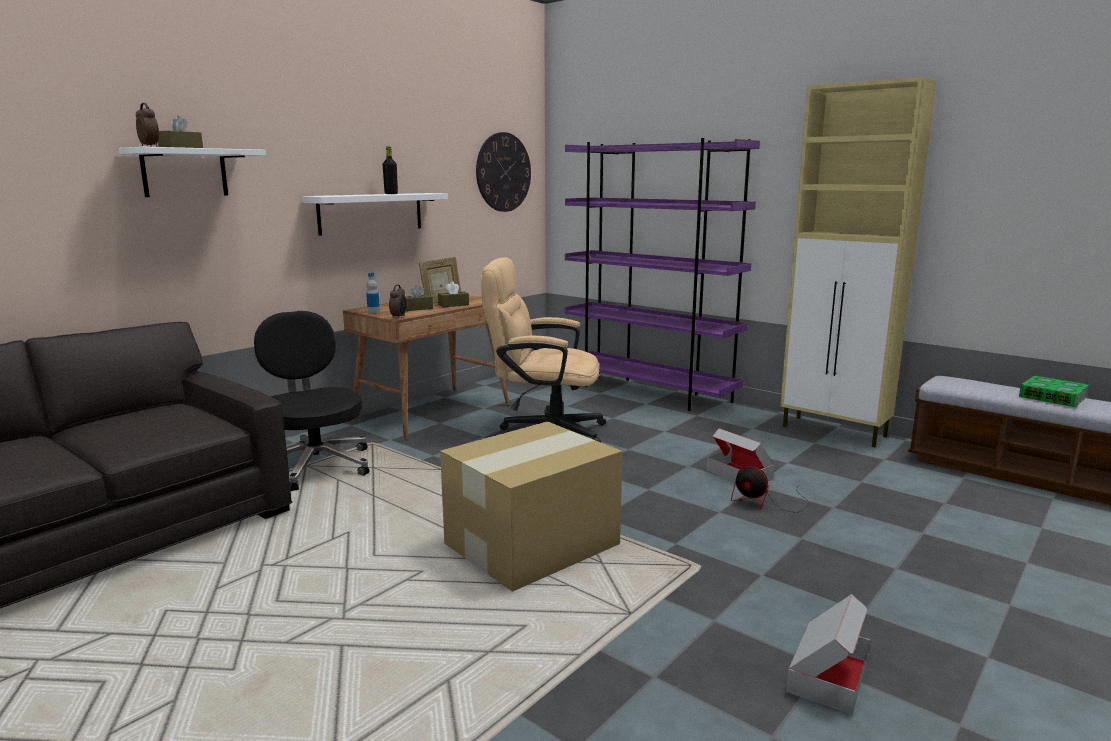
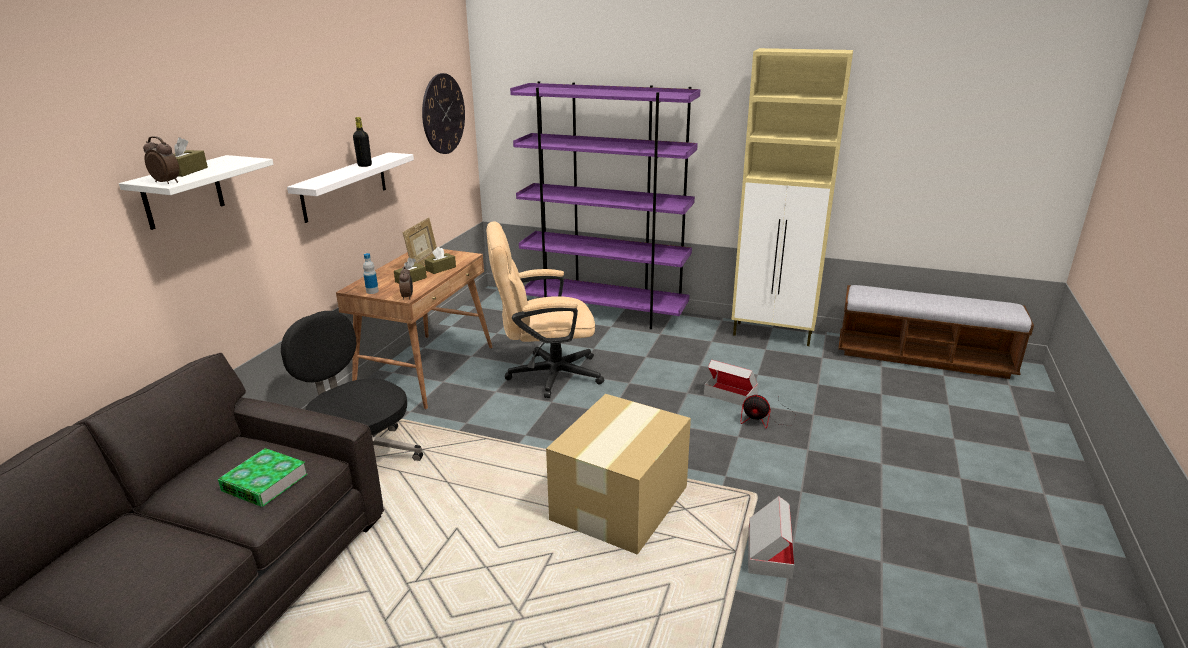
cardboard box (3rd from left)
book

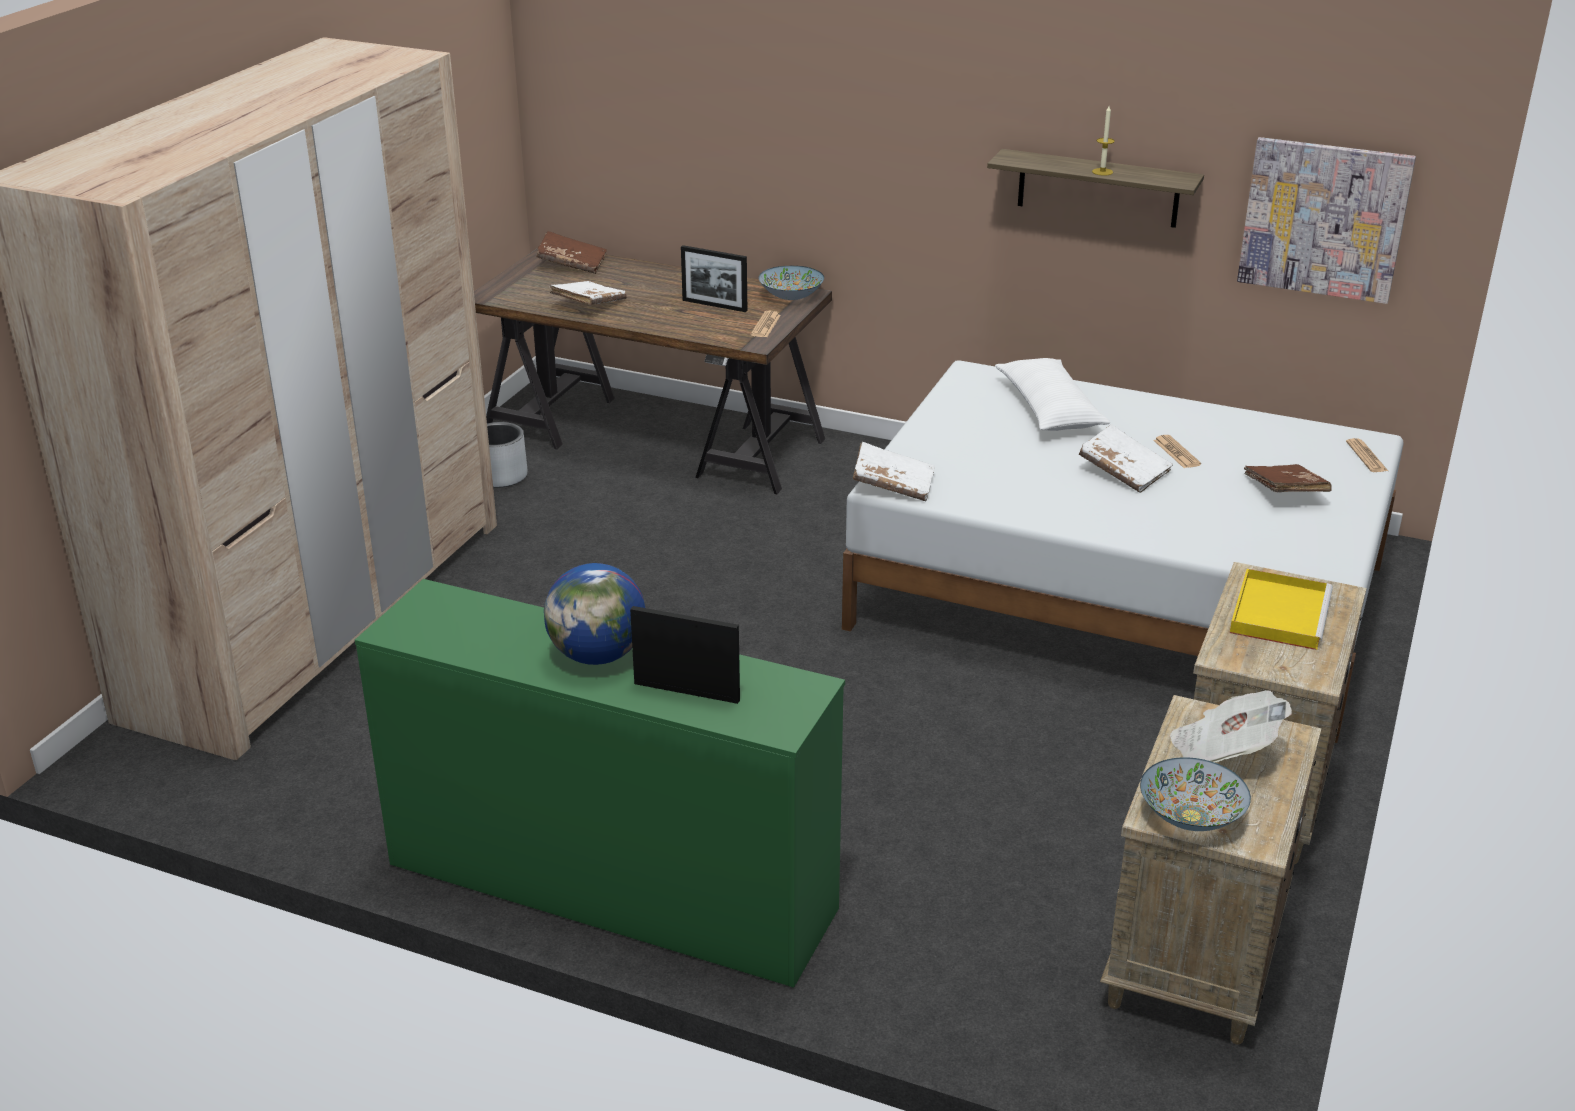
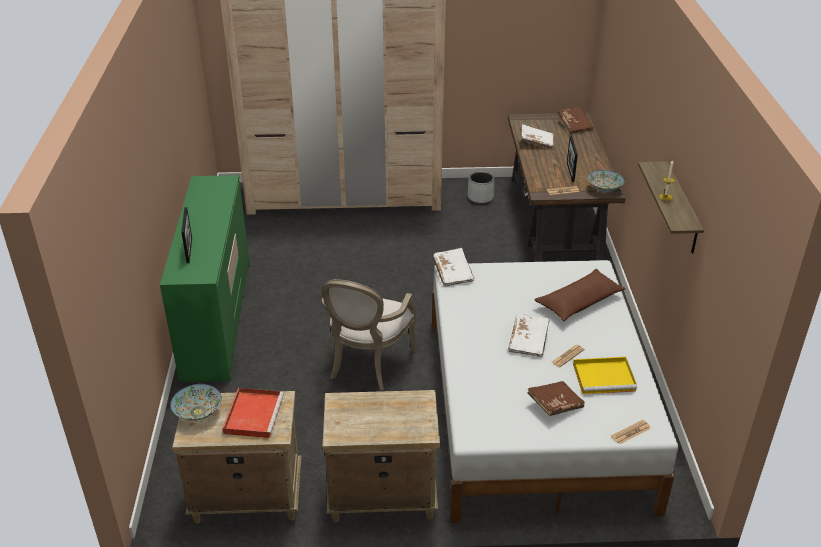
globe
brown pillow
red tray
yellow tray
picture
armchair

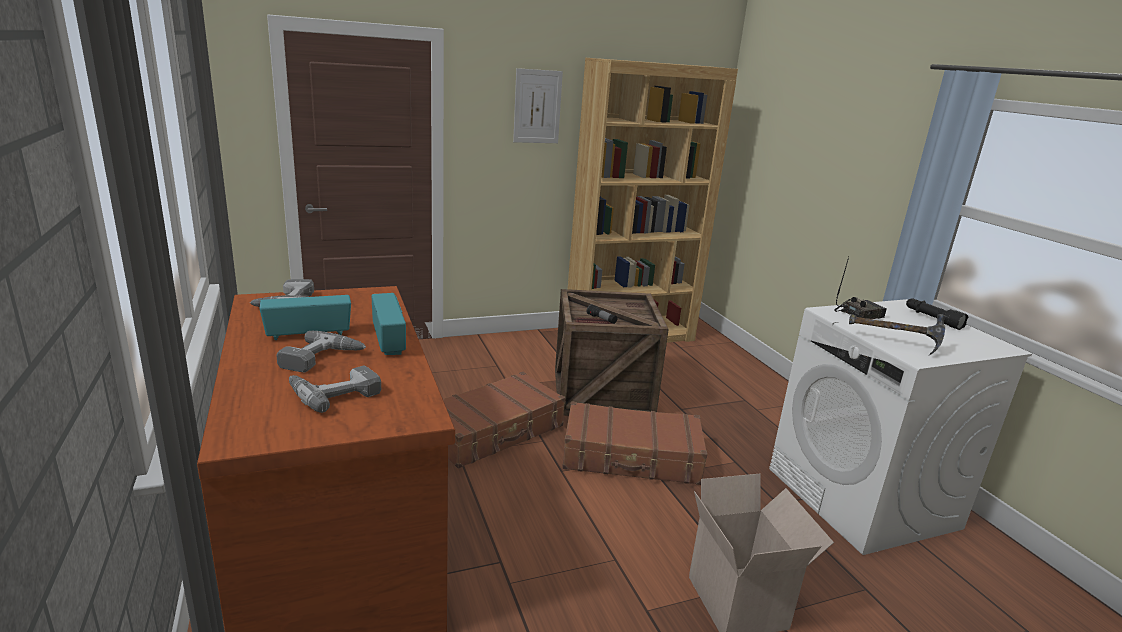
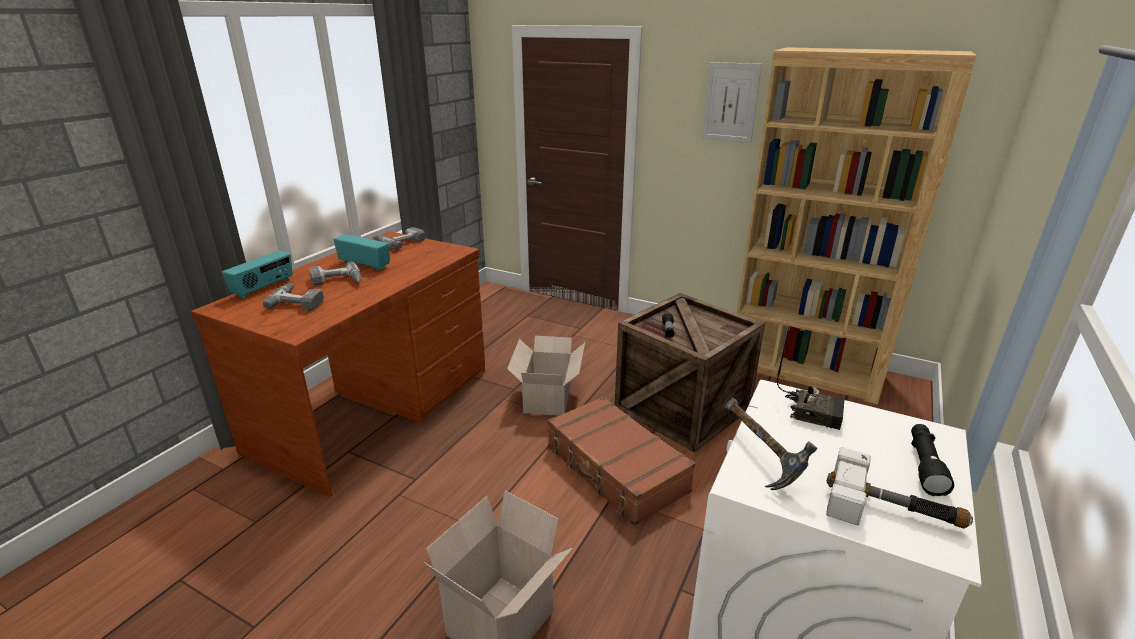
radio (1st from left)
cardboard box (2nd from left)
hammer (2nd from left)

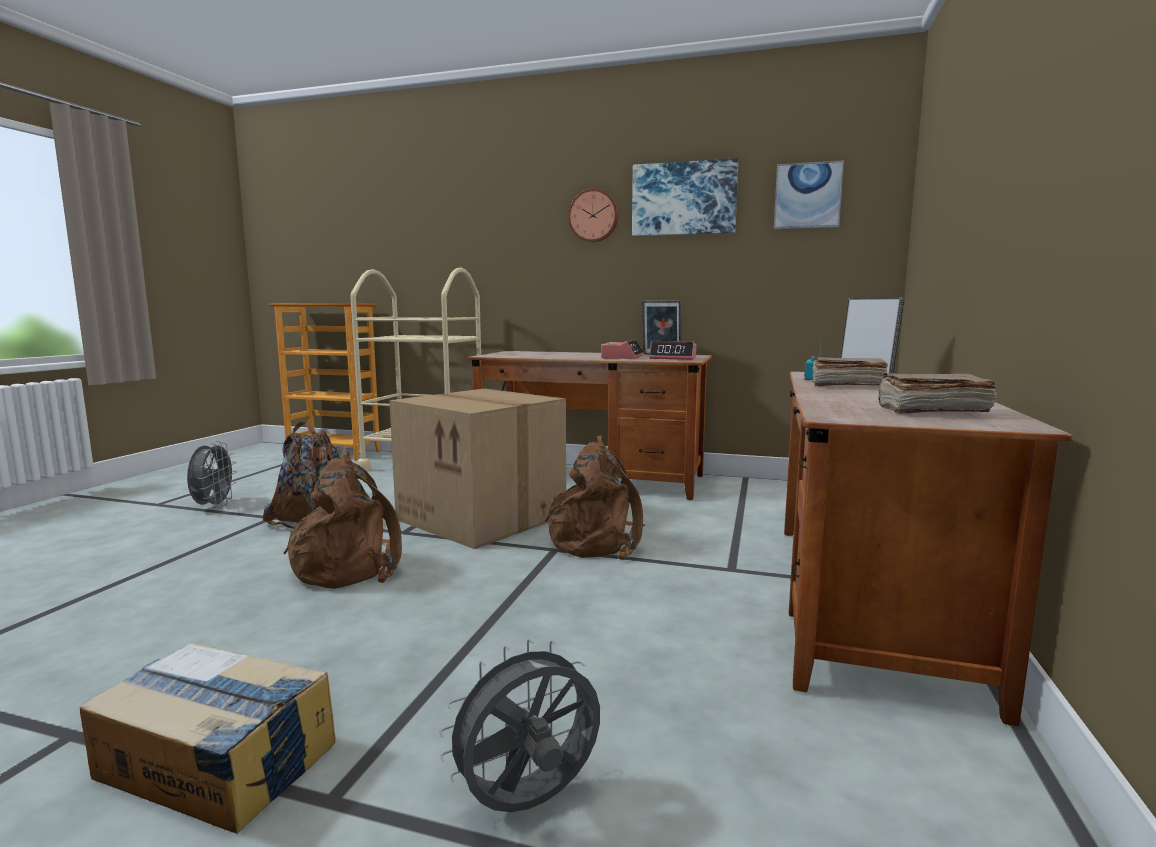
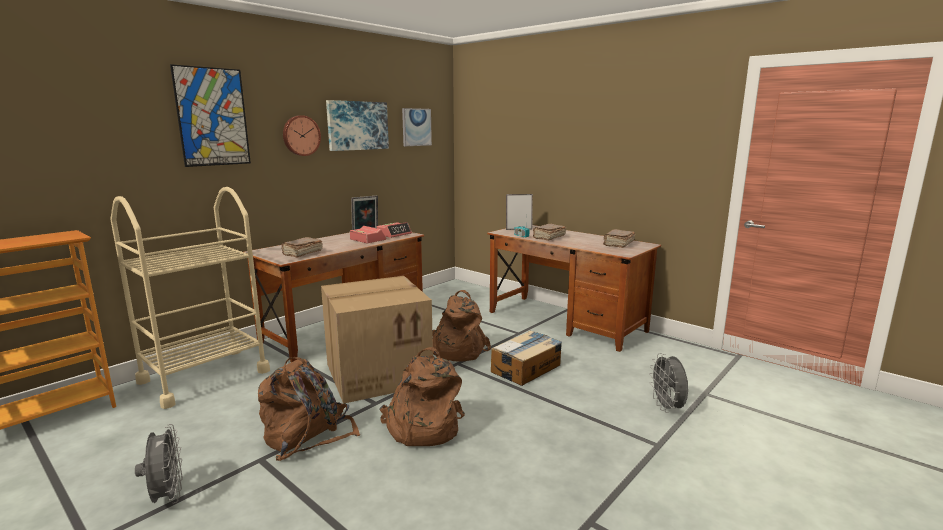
cardboard box (2nd from left)
grey fan (1st from left)
picture (1st from left)
brown book (1st from left)

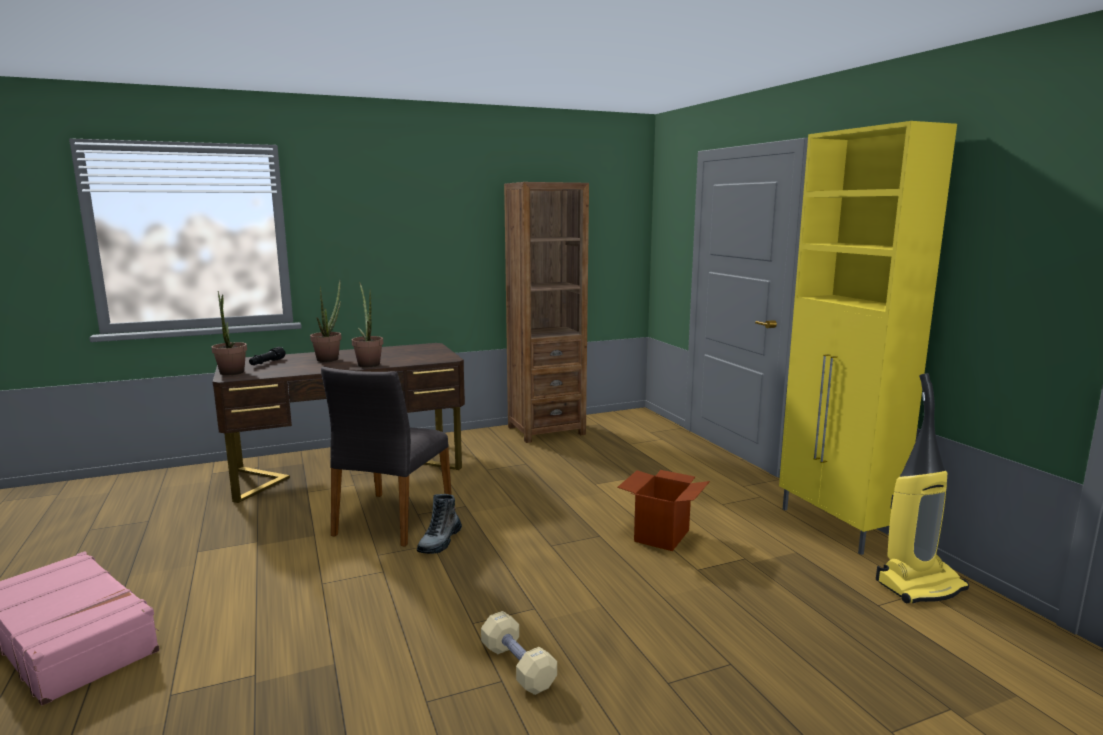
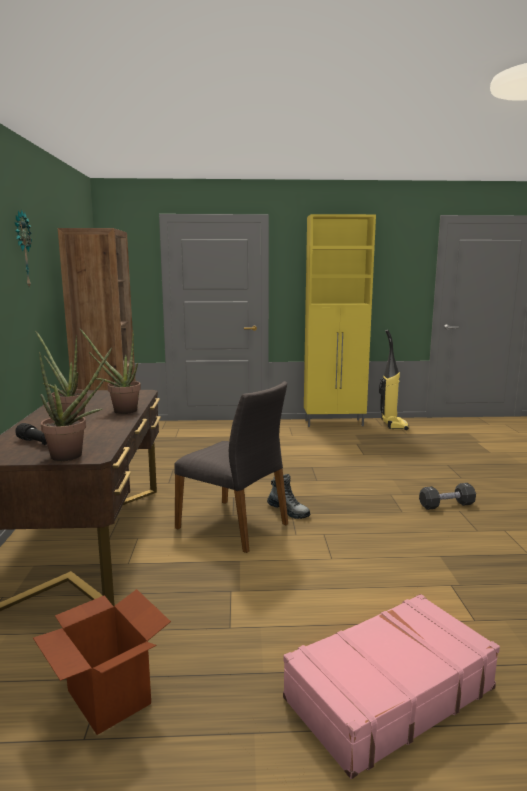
black dumbbell
cardboard box
wall clock

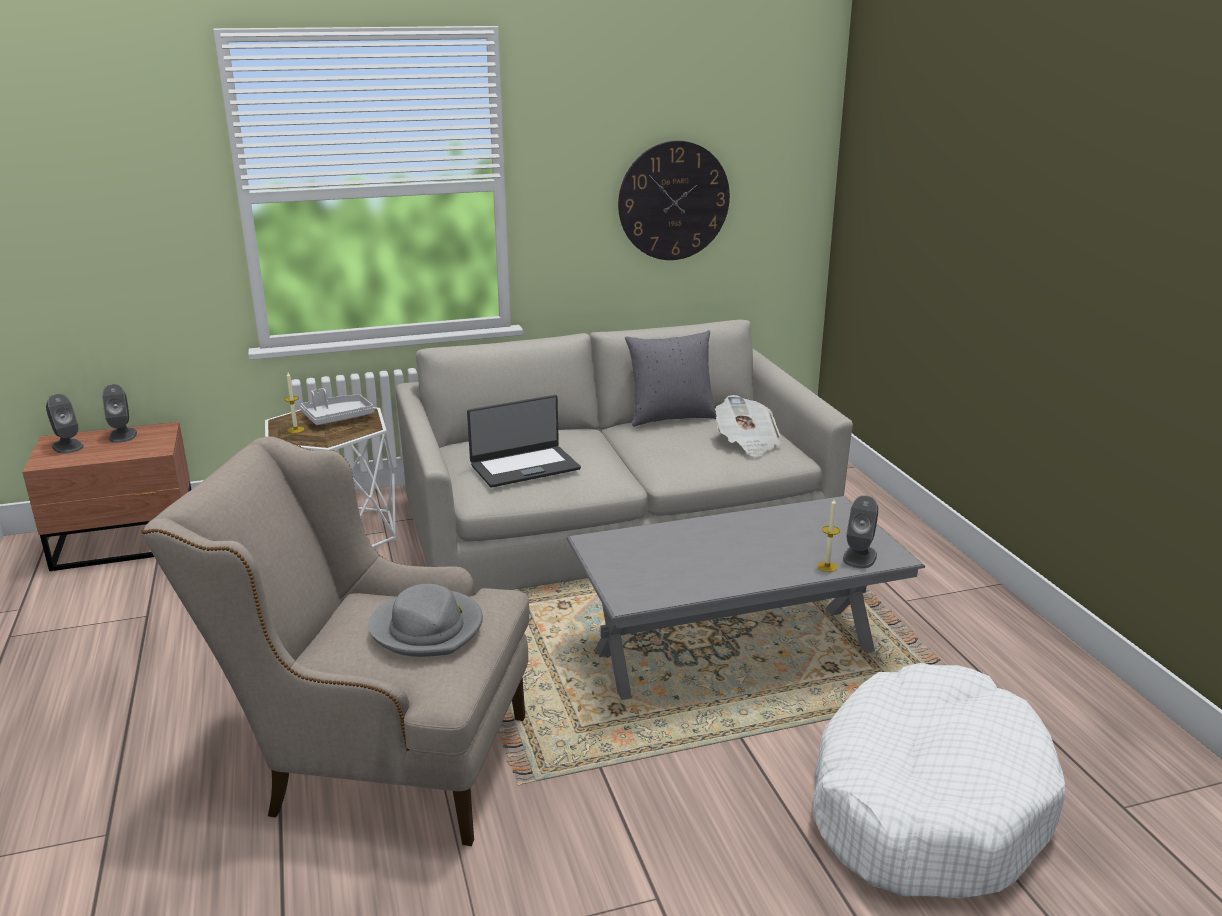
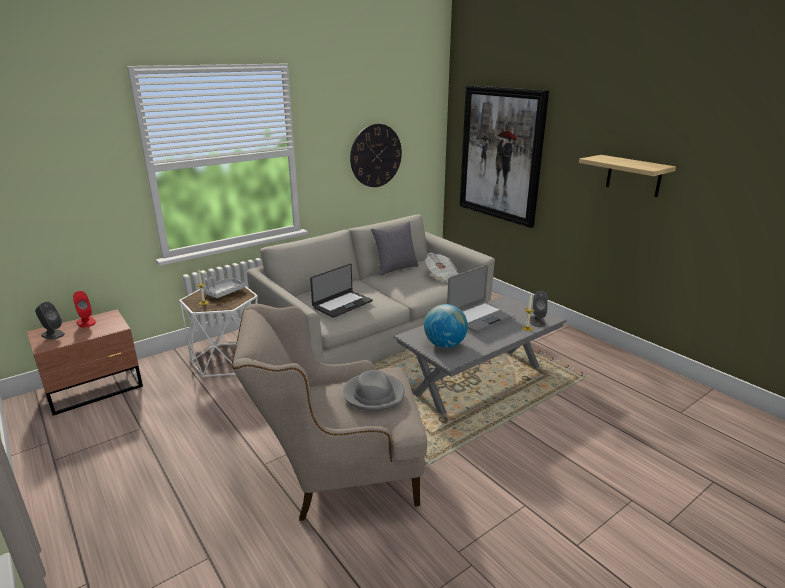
red speaker
white dog bed
globe
laptop (2nd from left)
picture
shelf

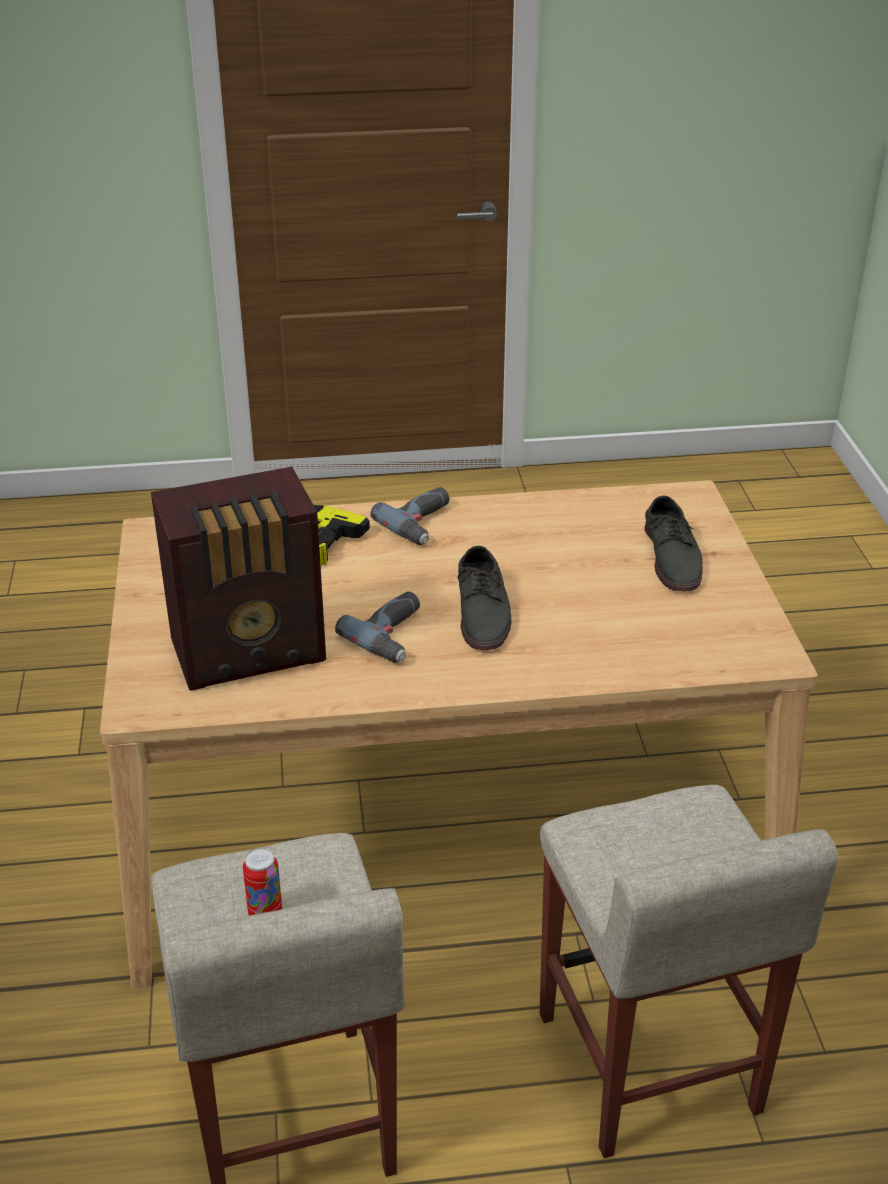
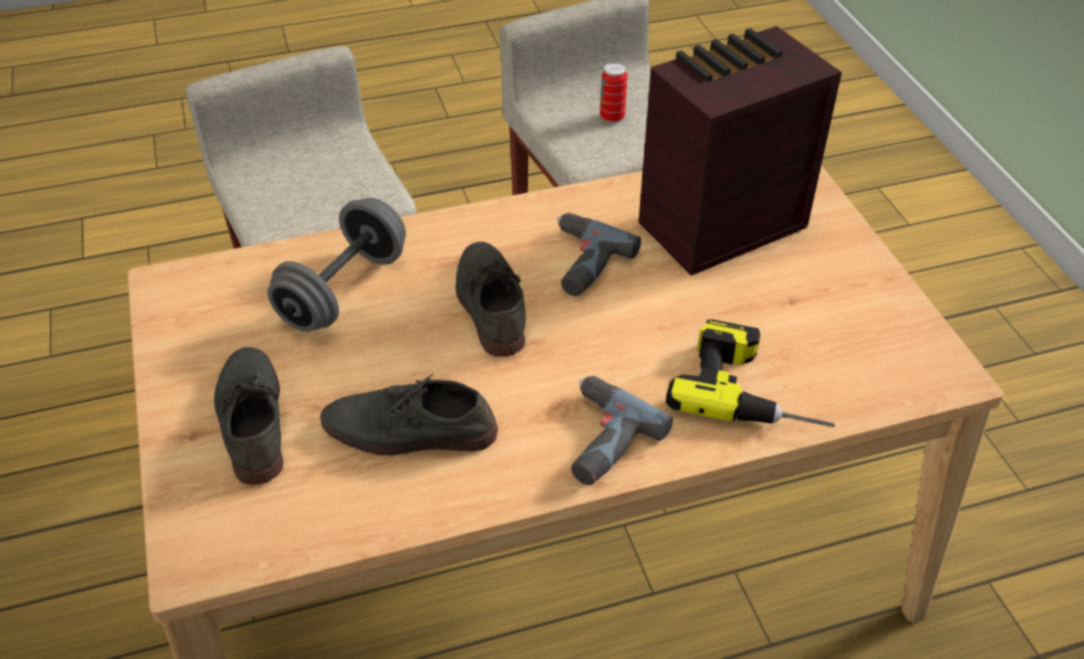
grey dumbbell
grey shoe (2nd from left)

